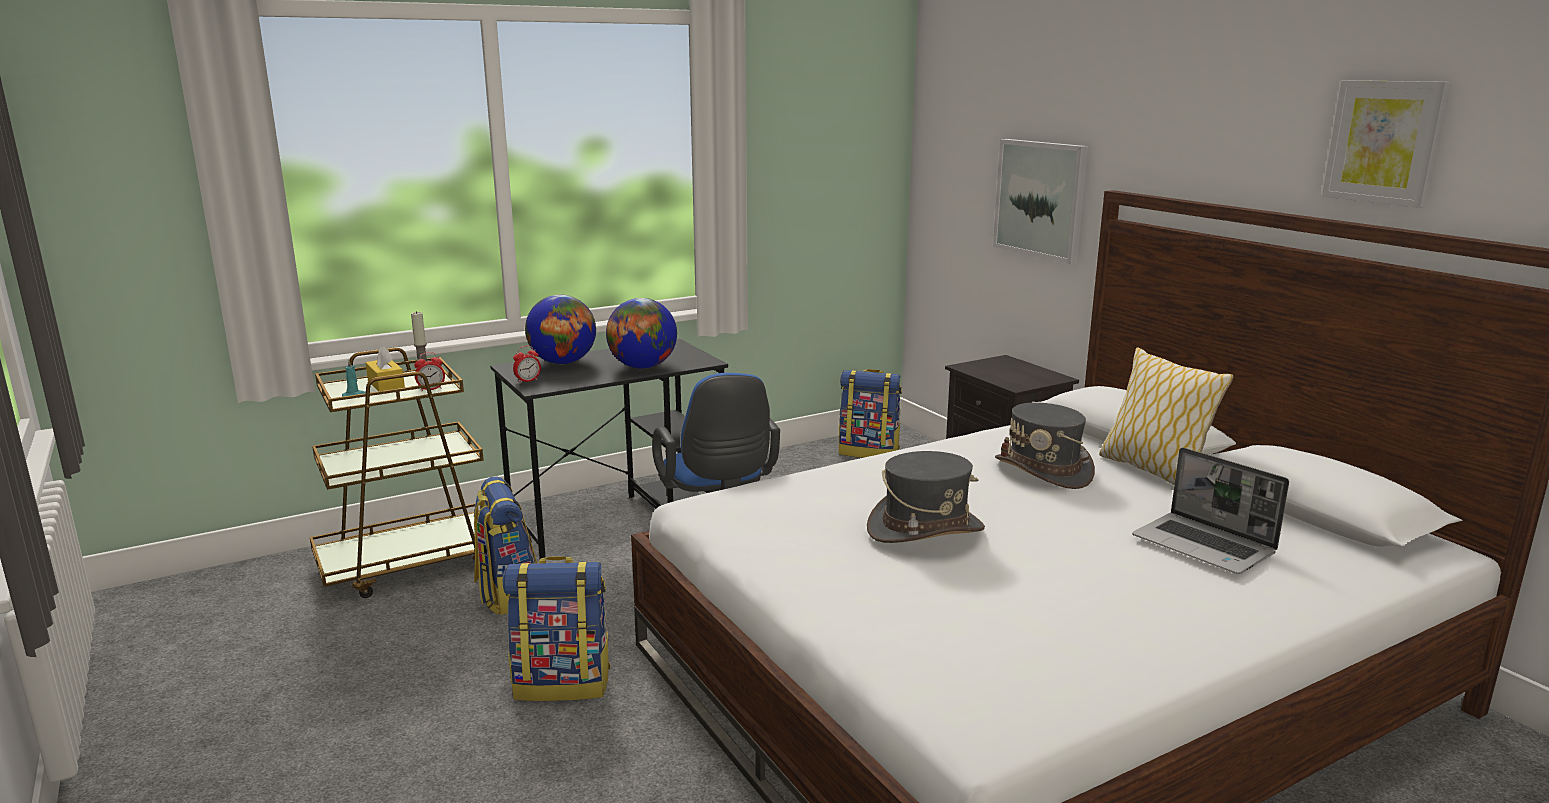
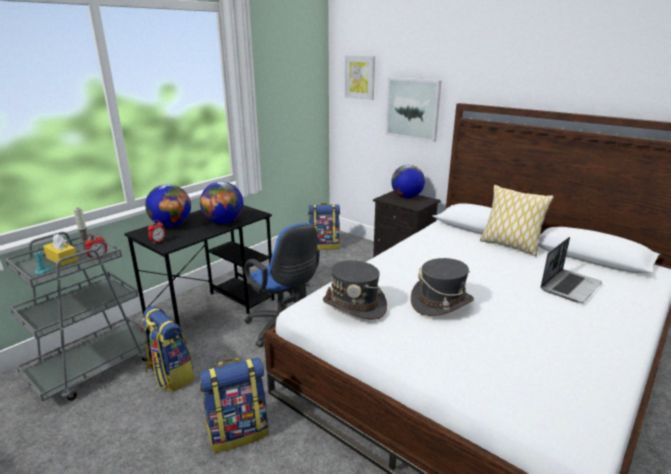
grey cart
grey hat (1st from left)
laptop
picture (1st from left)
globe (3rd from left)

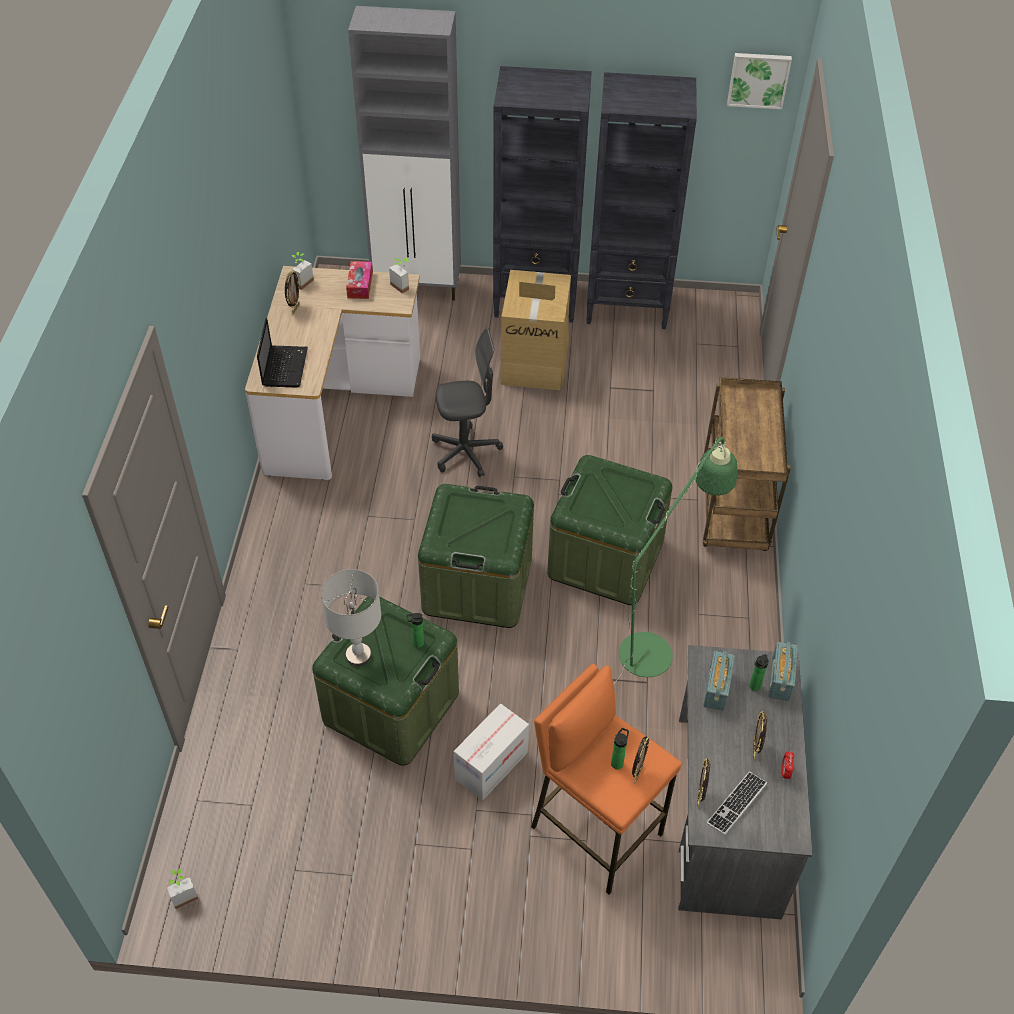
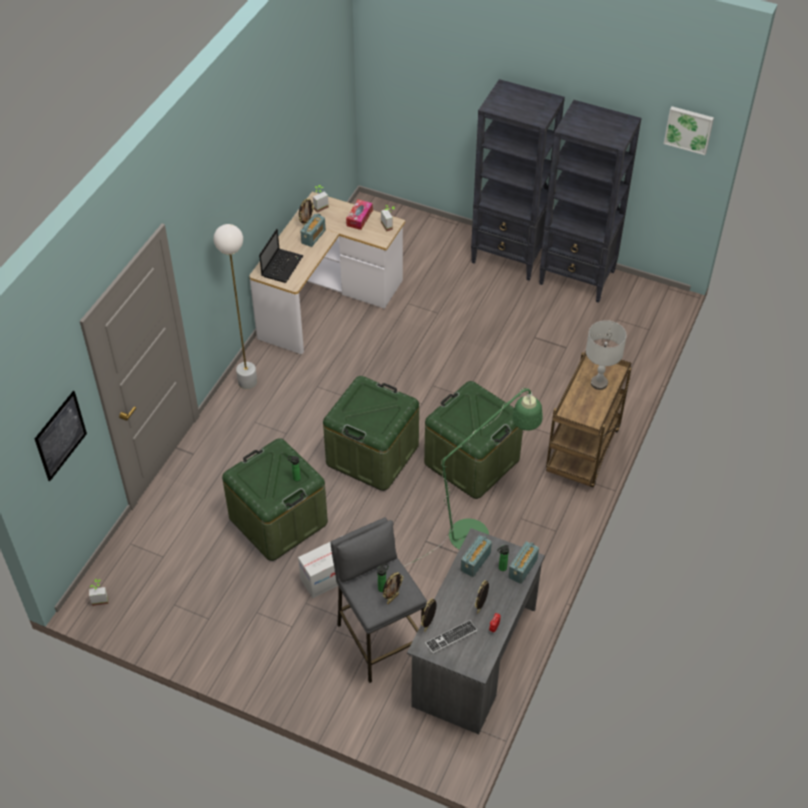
grey table lamp
grey cabinet
grey office chair
cardboard box (2nd from left in the first image)
grey stool
picture (1st from left)
white floor lamp
radio (1st from left)

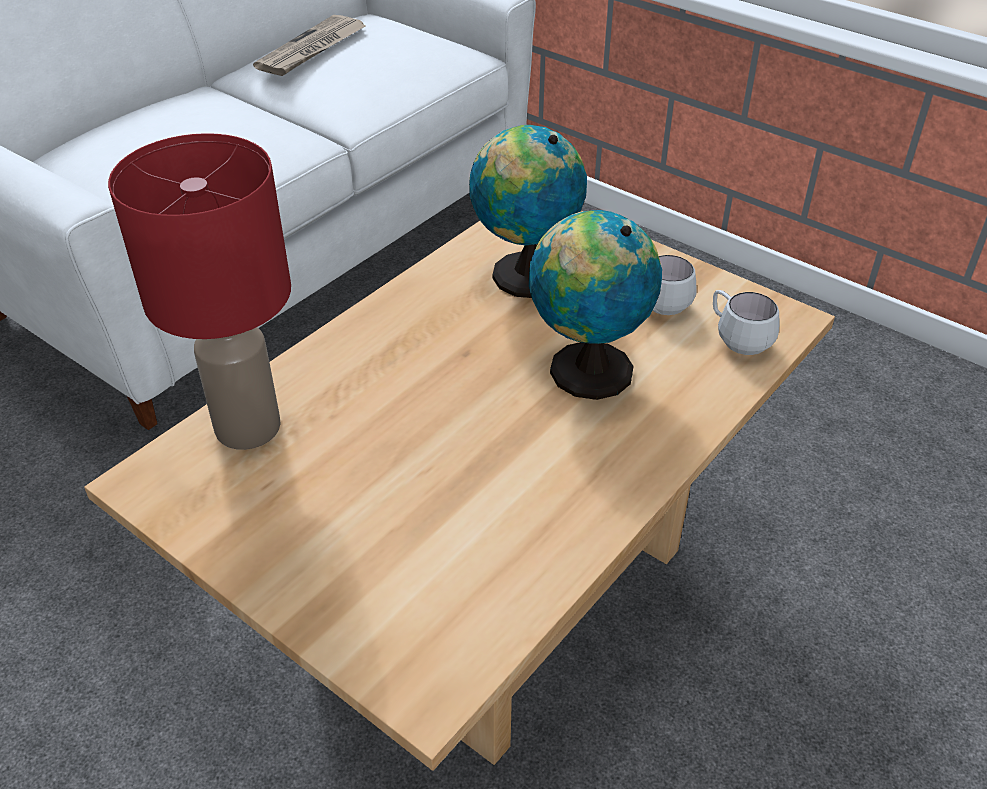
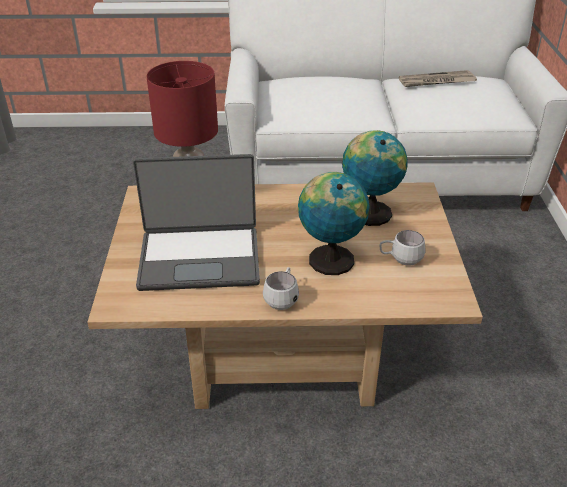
white mug (1st from left)
laptop

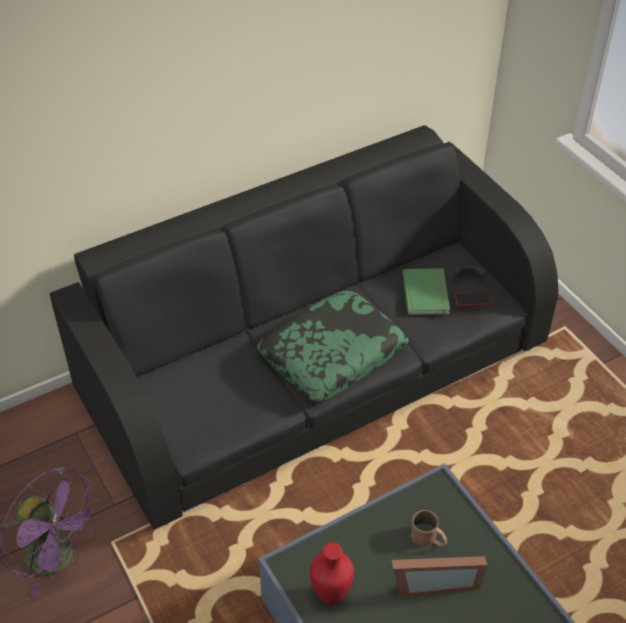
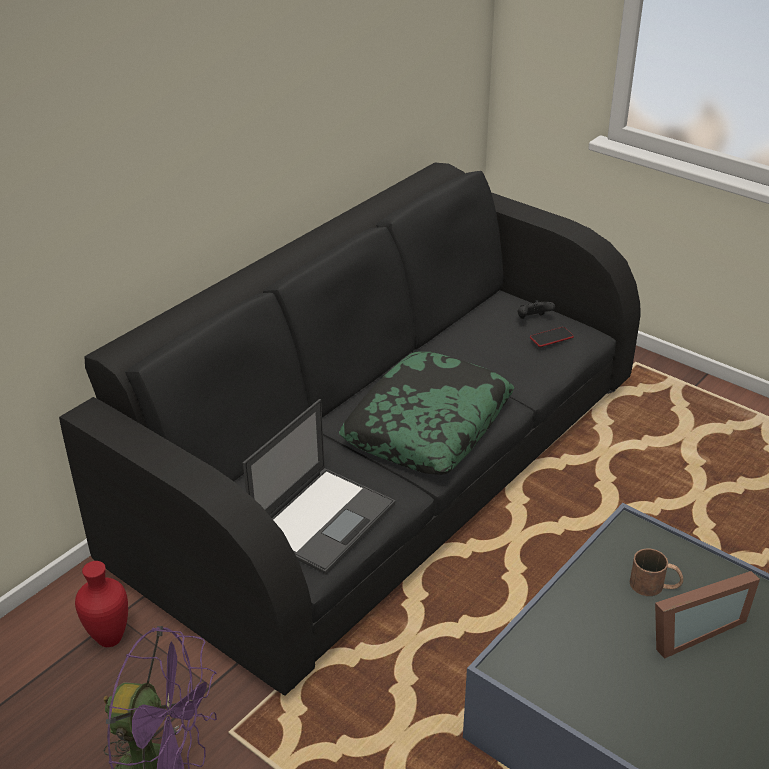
red vase
green book
laptop

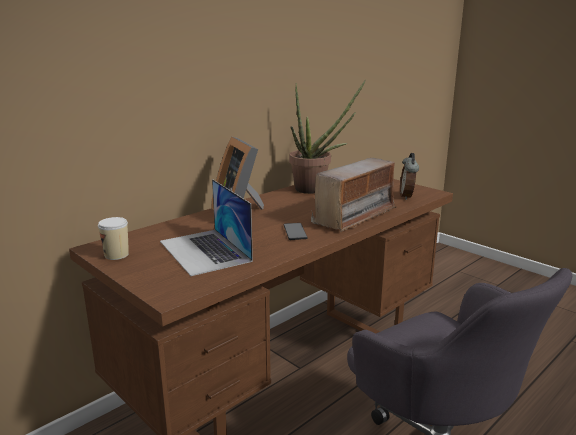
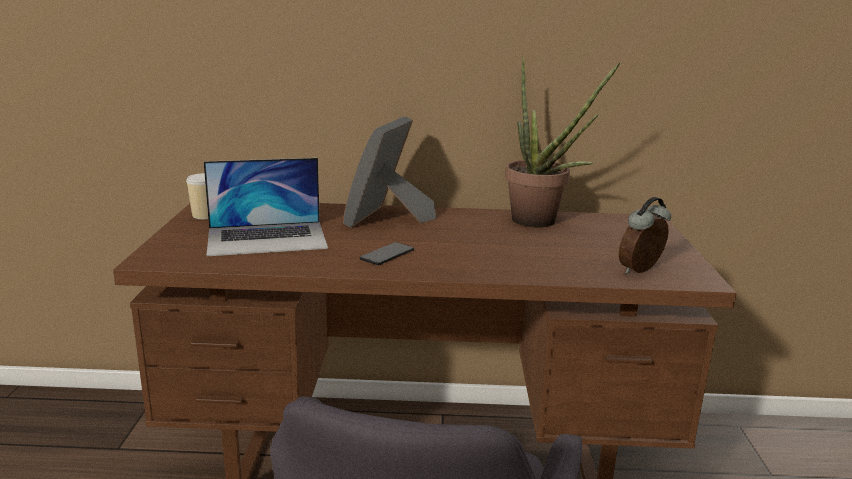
laptop
radio

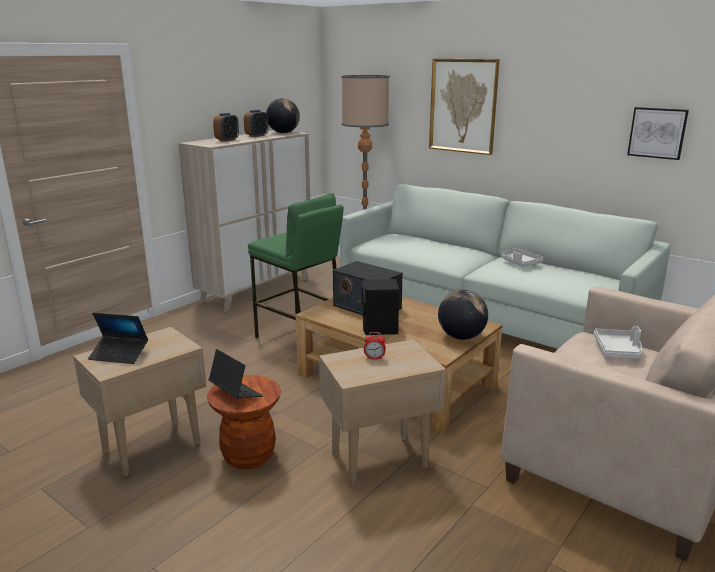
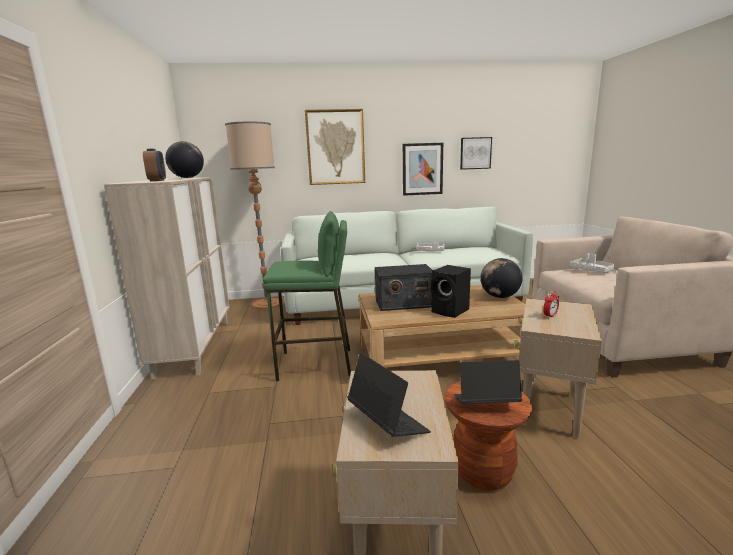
laptop (1st from left)
alarm clock (2nd from left in the first image)
picture (2nd from left)

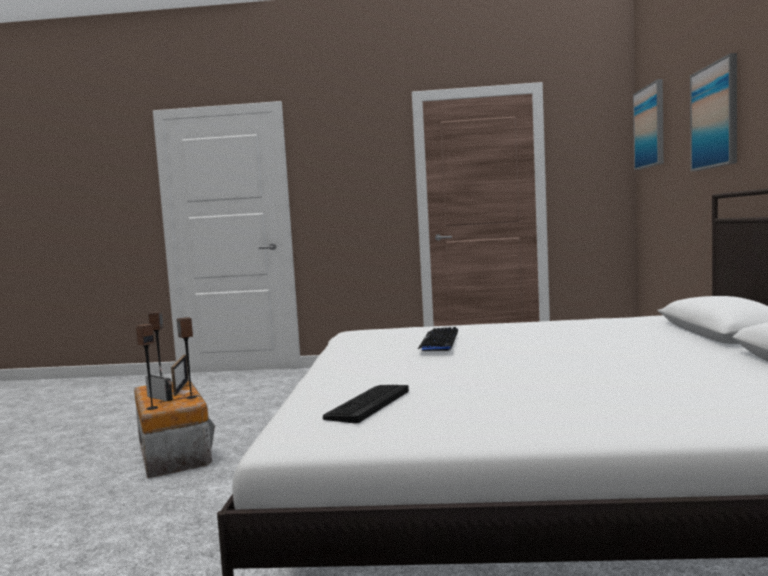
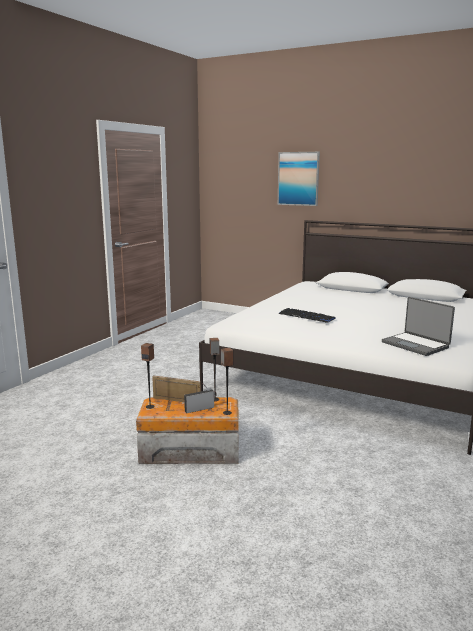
laptop
picture (1st from left in the first image)

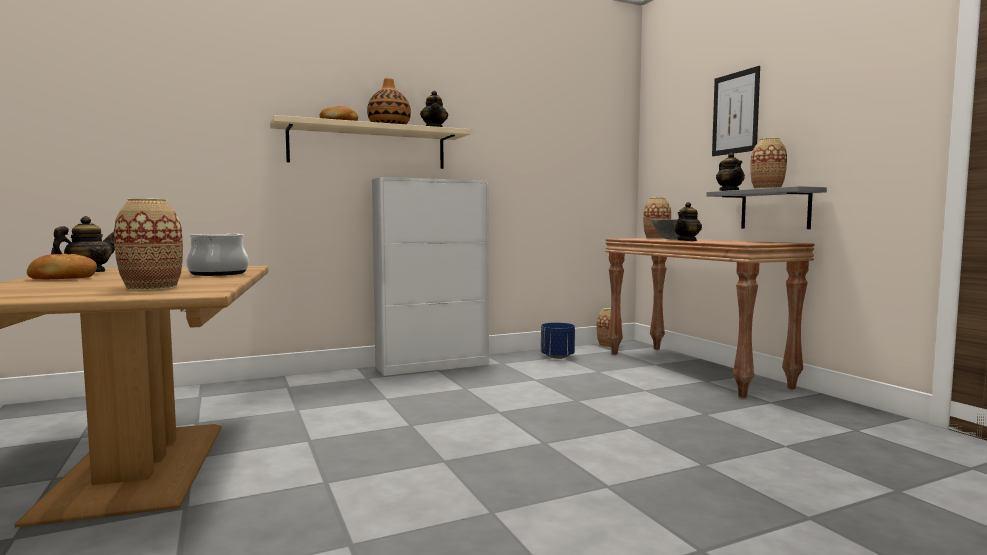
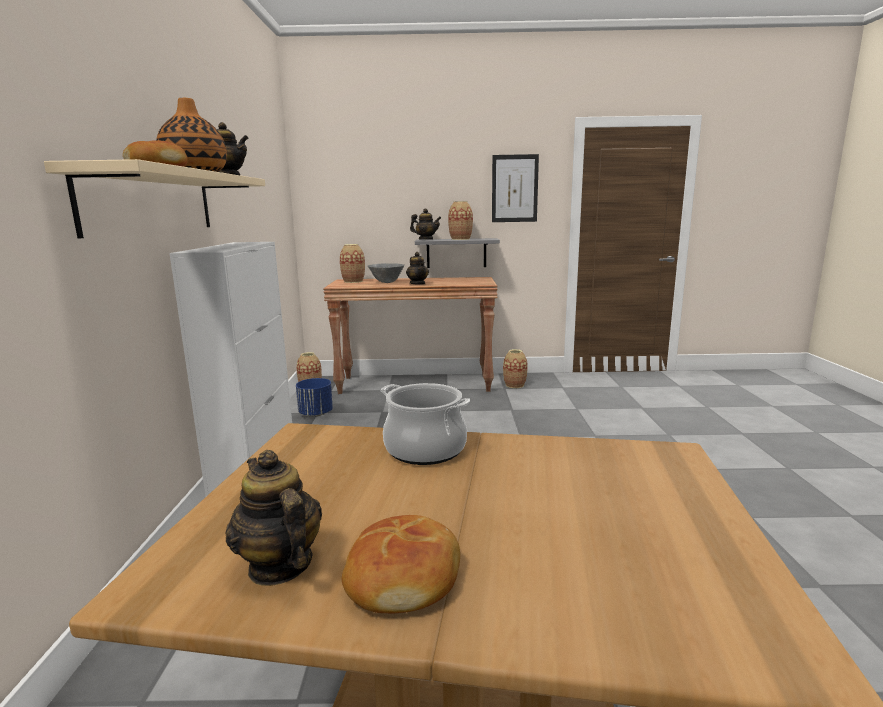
vase (5th from left)
picture

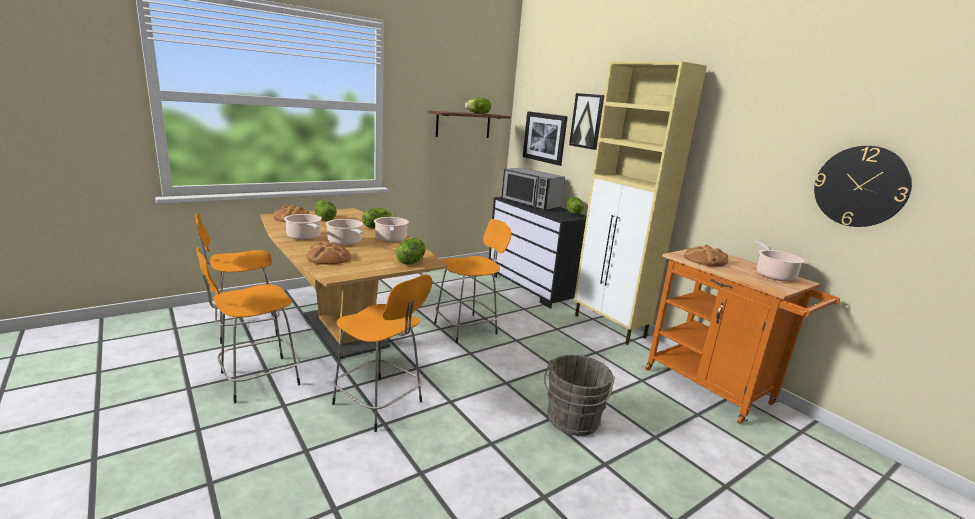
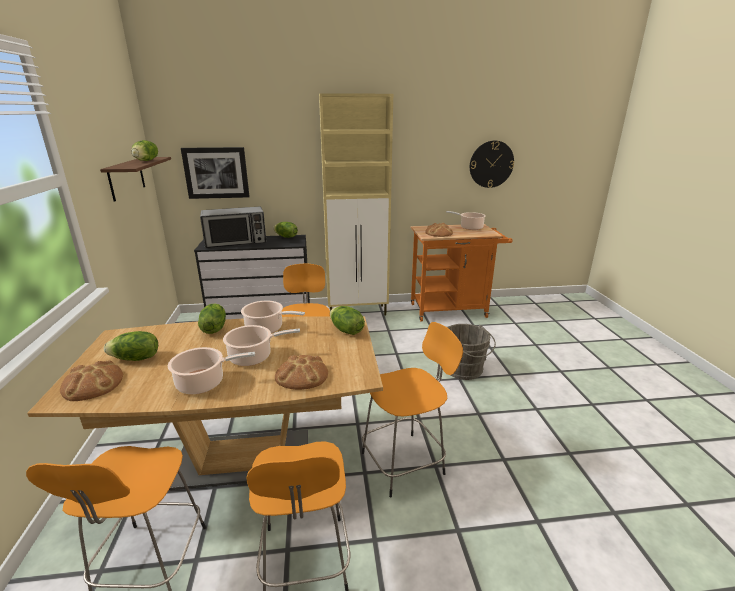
picture (2nd from left in the first image)

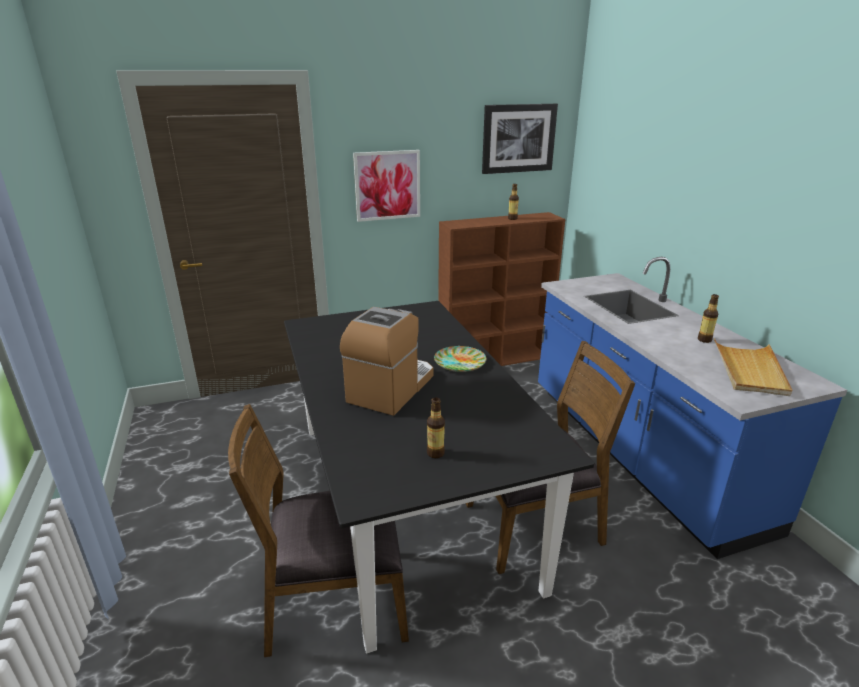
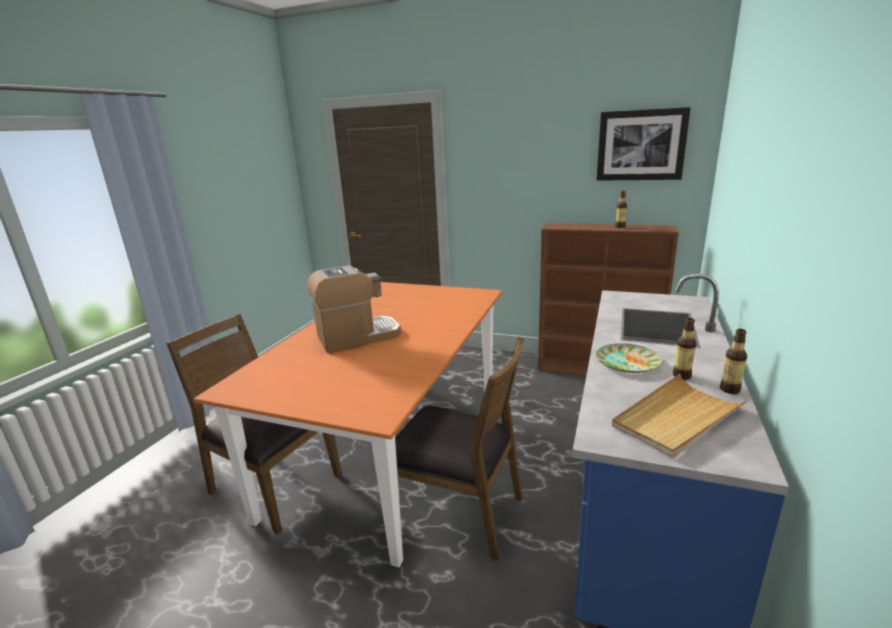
orange dining table
picture (1st from left in the first image)
bottle (3rd from left)
plate

